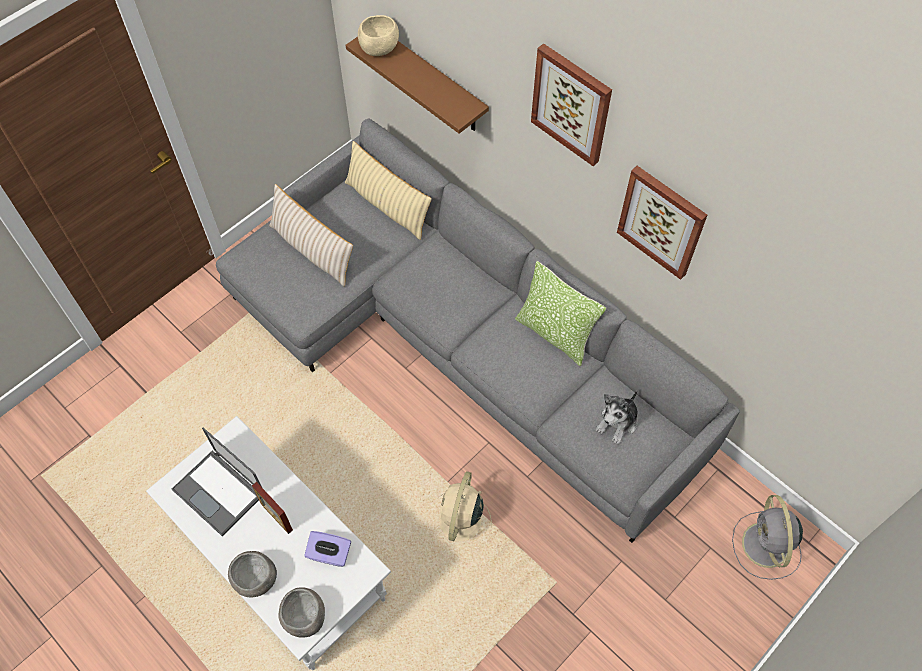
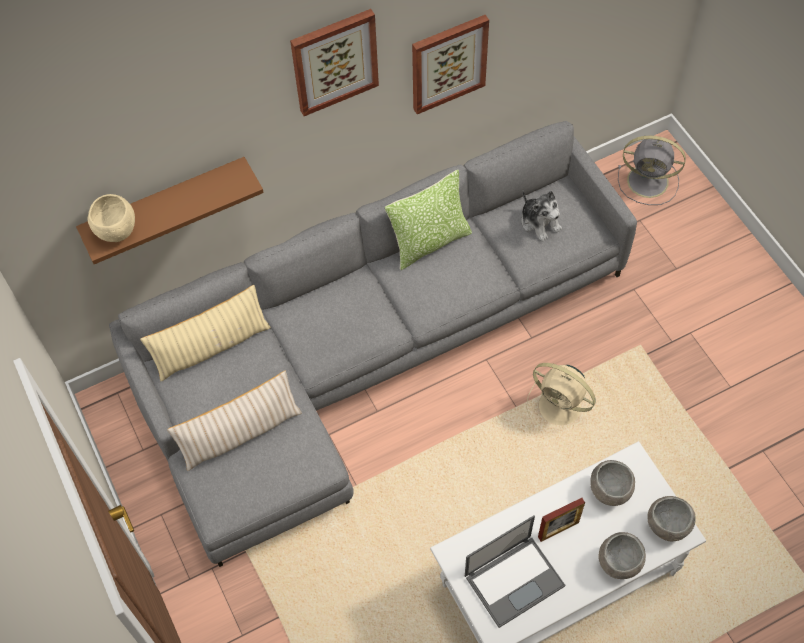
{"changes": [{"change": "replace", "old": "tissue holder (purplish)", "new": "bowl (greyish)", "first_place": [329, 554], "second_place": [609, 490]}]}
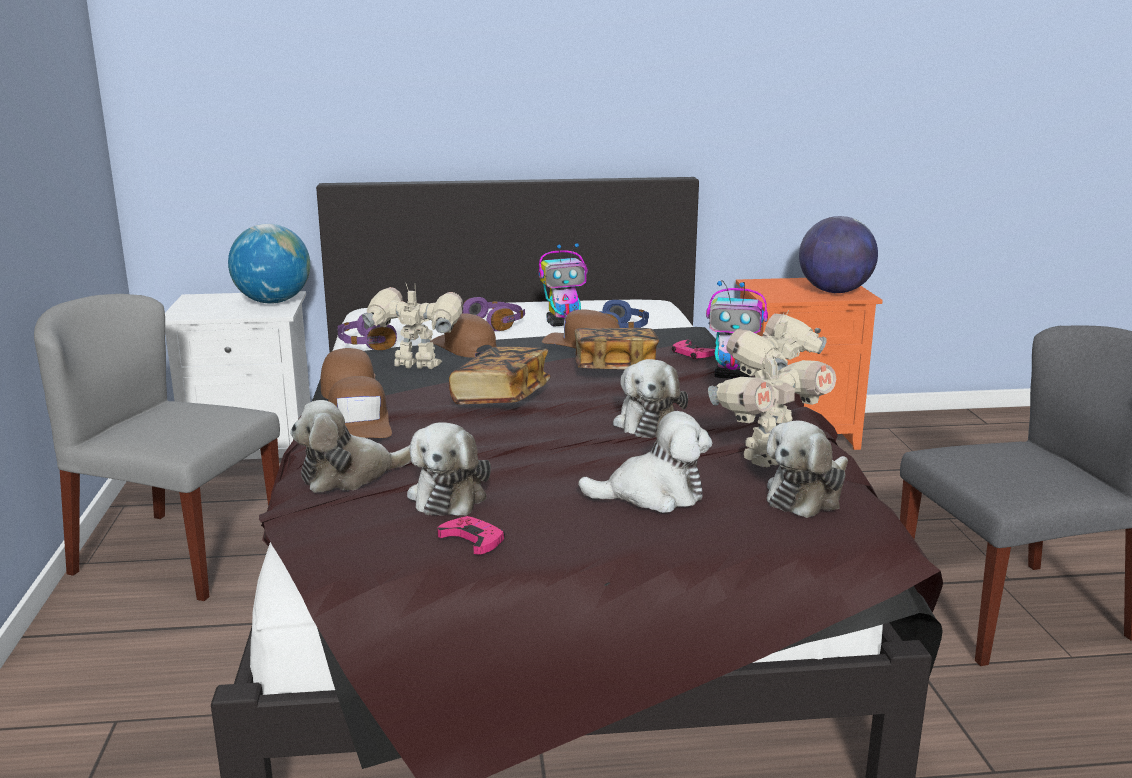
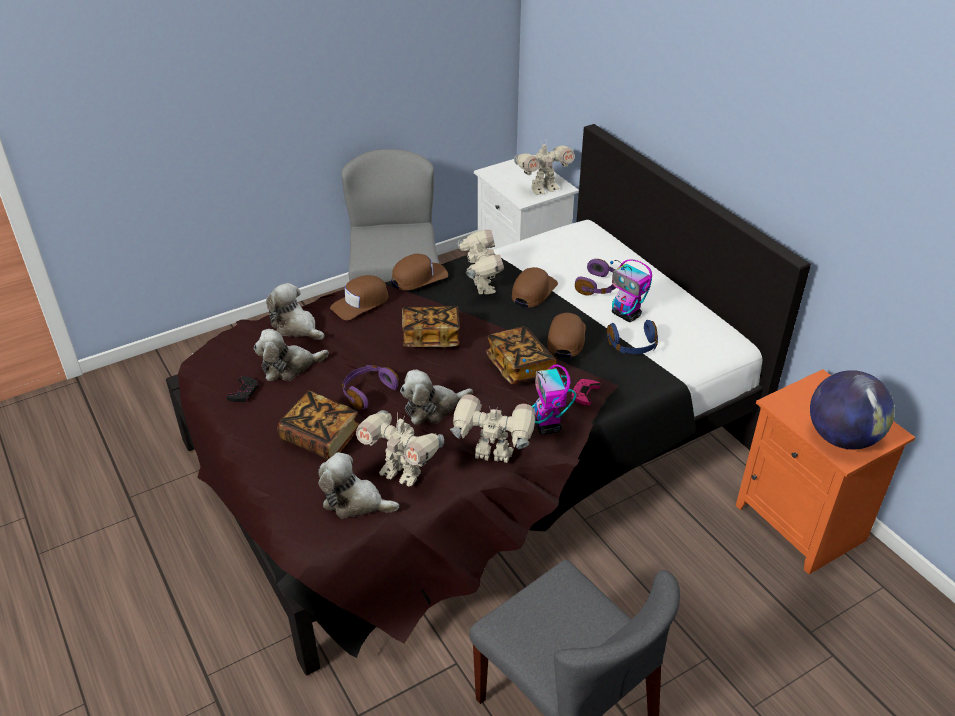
{"changes": [{"change": "move", "old": "headset (purplish)", "first_place": [366, 344], "second_place": [368, 392]}, {"change": "replace", "old": "globe", "new": "model robot", "first_place": [273, 302], "second_place": [543, 189]}, {"change": "replace", "old": "cuddly toy", "new": "book", "first_place": [652, 495], "second_place": [321, 438]}, {"change": "recolor", "old": "game controller (pink)", "new": "game controller (black-coloured)", "first_place": [473, 540], "second_place": [244, 392]}]}
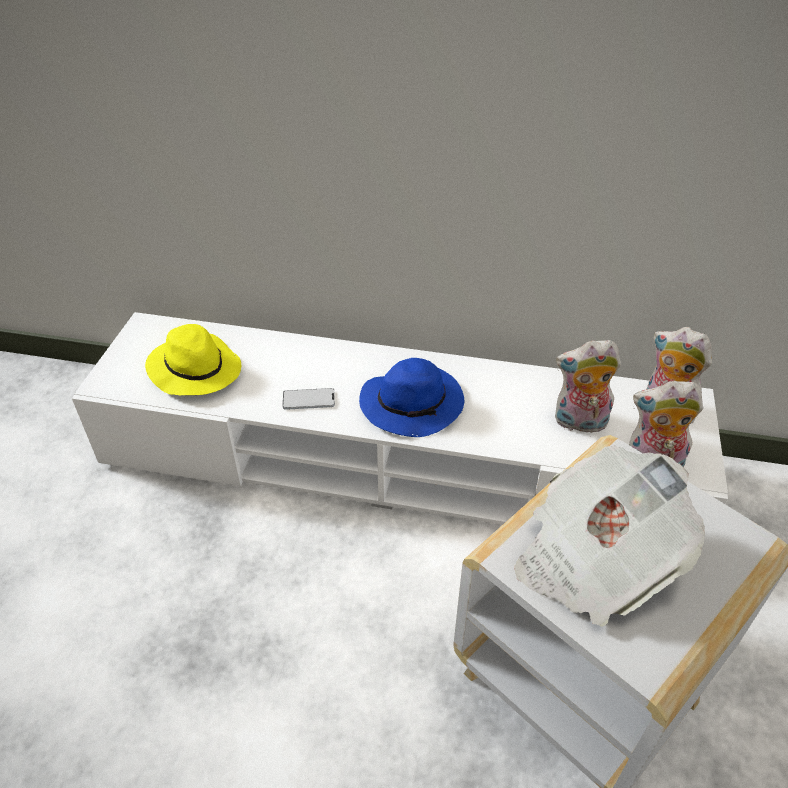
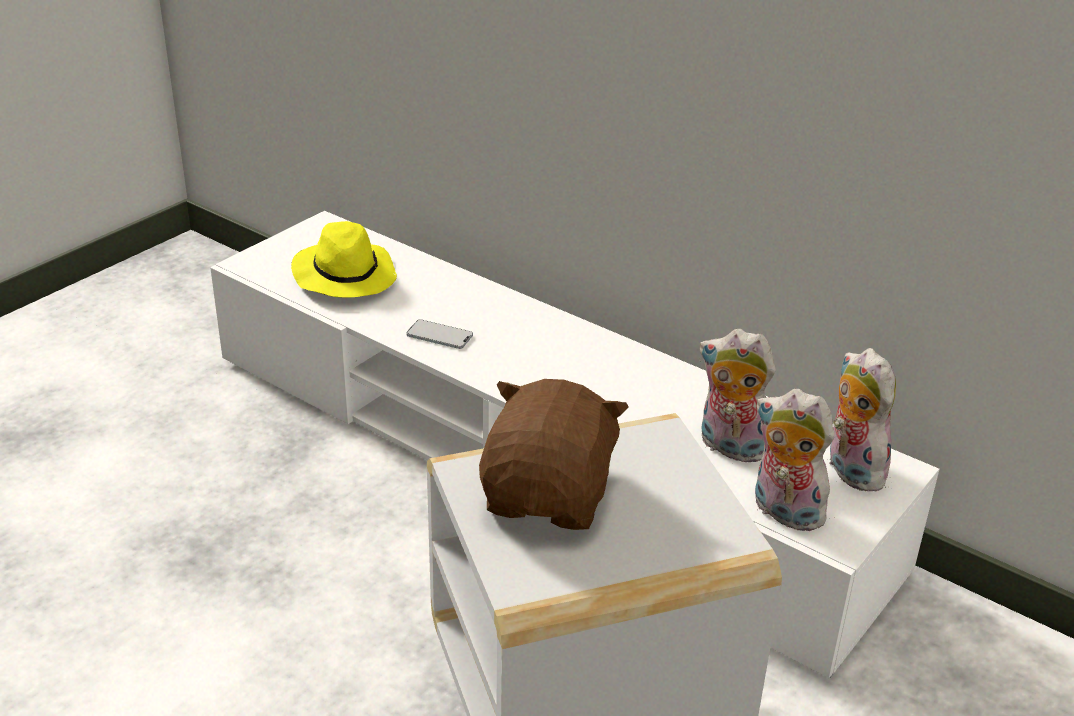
{"changes": [{"change": "delete", "old": "wearable hat (bluish)", "first_place": [413, 404]}, {"change": "replace", "old": "newspaper", "new": "cuddly toy (brown)", "first_place": [594, 558], "second_place": [550, 496]}]}
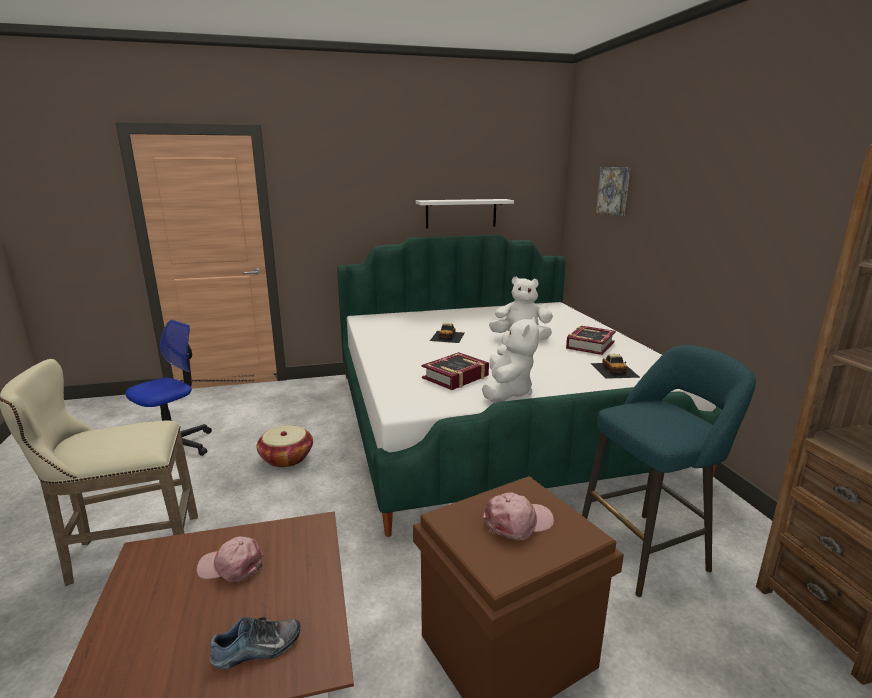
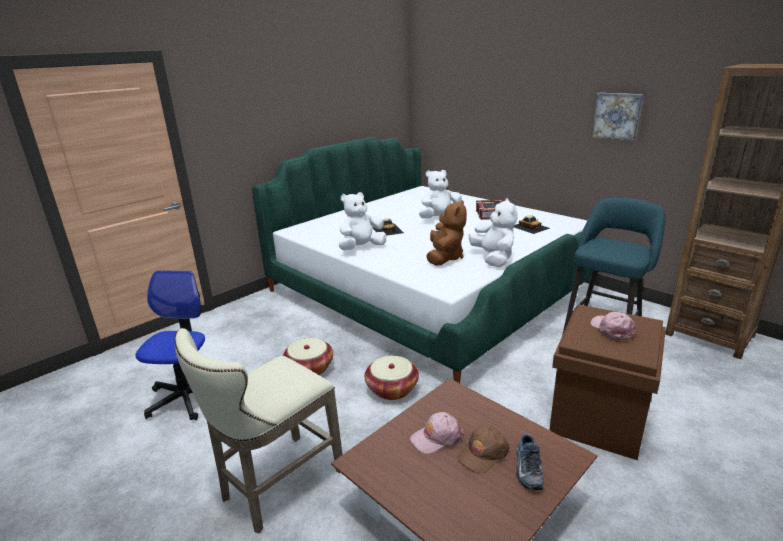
{"changes": [{"change": "delete", "old": "shelf (white-coloured)", "first_place": [461, 213]}, {"change": "insert", "new": "cuddly toy (white-coloured)", "second_place": [361, 248]}, {"change": "insert", "new": "household basket", "second_place": [392, 389]}, {"change": "insert", "new": "cap (brown)", "second_place": [483, 454]}, {"change": "move", "old": "wall picture", "first_place": [614, 191], "second_place": [617, 116]}, {"change": "replace", "old": "book", "new": "cuddly toy (brown)", "first_place": [455, 377], "second_place": [445, 258]}, {"change": "rotate", "old": "shoe", "first_place": [257, 650], "second_place": [527, 469], "degrees": 150}, {"change": "rotate", "old": "cap (pink)", "first_place": [518, 522], "second_place": [612, 329], "degrees": -45}]}
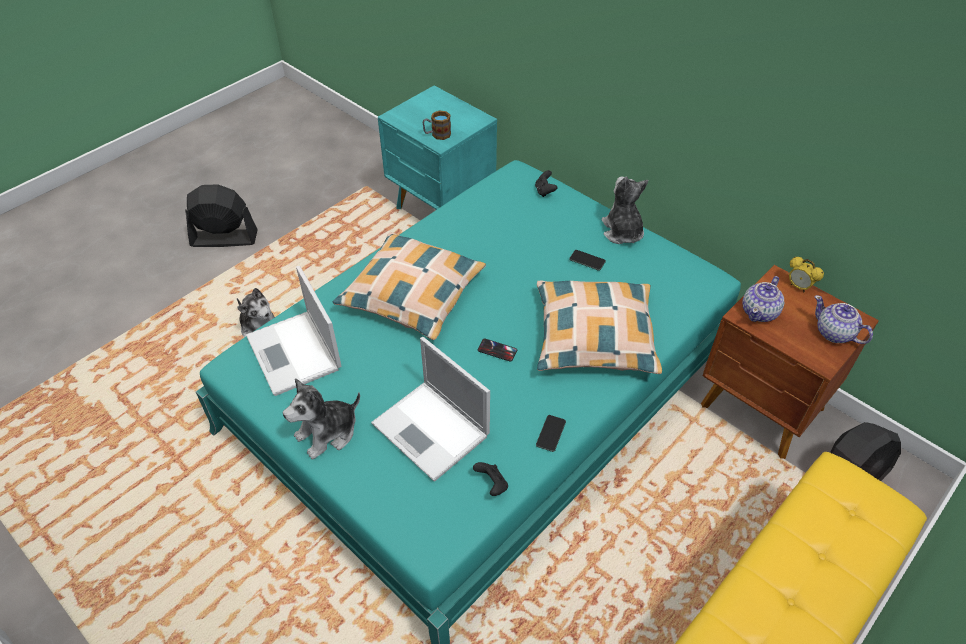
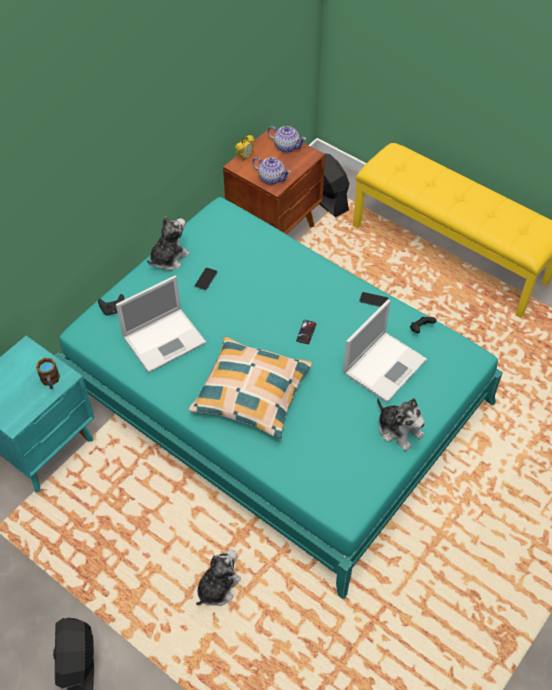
{"changes": [{"change": "delete", "old": "throw pillow", "first_place": [594, 336]}, {"change": "move", "old": "portable computer", "first_place": [295, 354], "second_place": [165, 339]}, {"change": "rotate", "old": "cuddly toy", "first_place": [622, 232], "second_place": [168, 258], "degrees": 150}, {"change": "rotate", "old": "pot for tea", "first_place": [834, 333], "second_place": [286, 146], "degrees": -105}]}
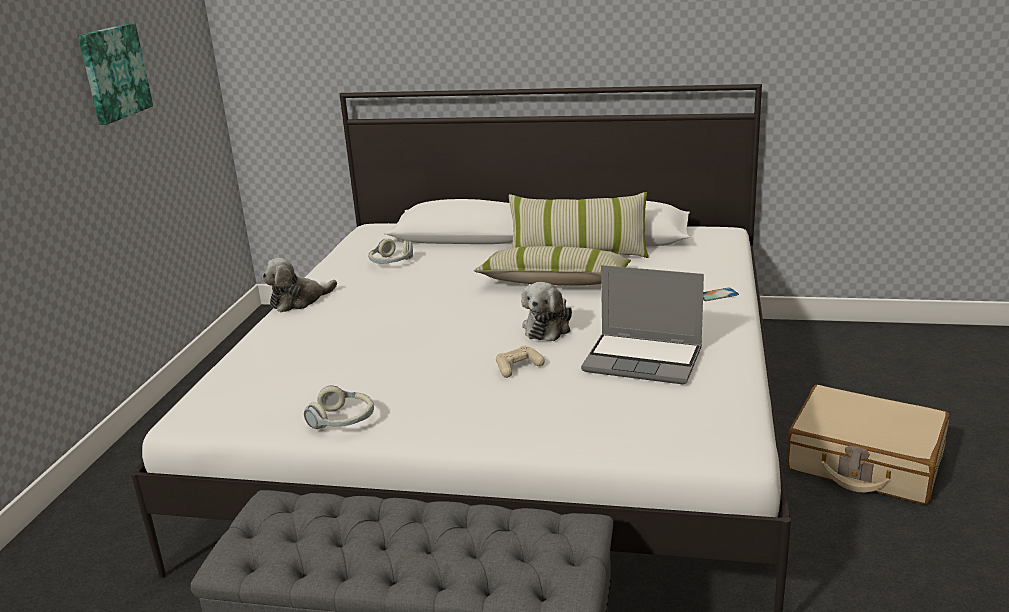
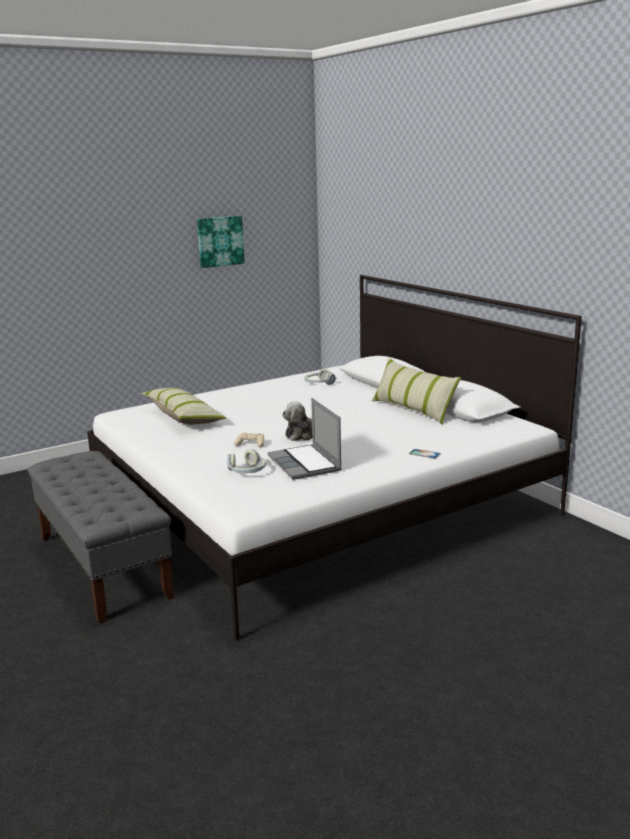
{"changes": [{"change": "delete", "old": "cuddly toy", "first_place": [299, 301]}, {"change": "delete", "old": "suitcase (beige-coloured)", "first_place": [864, 462]}, {"change": "move", "old": "headset", "first_place": [343, 420], "second_place": [247, 471]}, {"change": "move", "old": "throw pillow", "first_place": [554, 282], "second_place": [183, 417]}]}
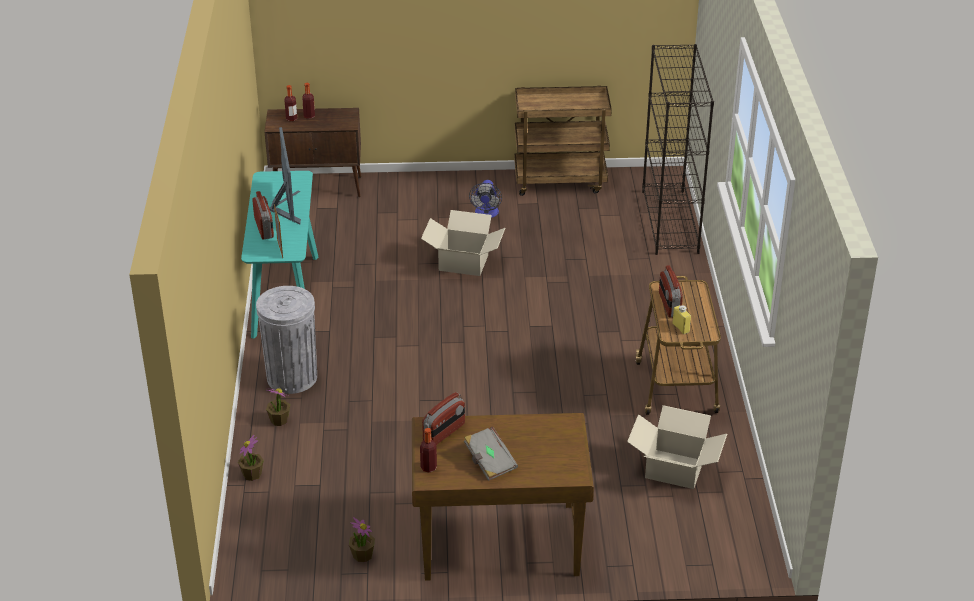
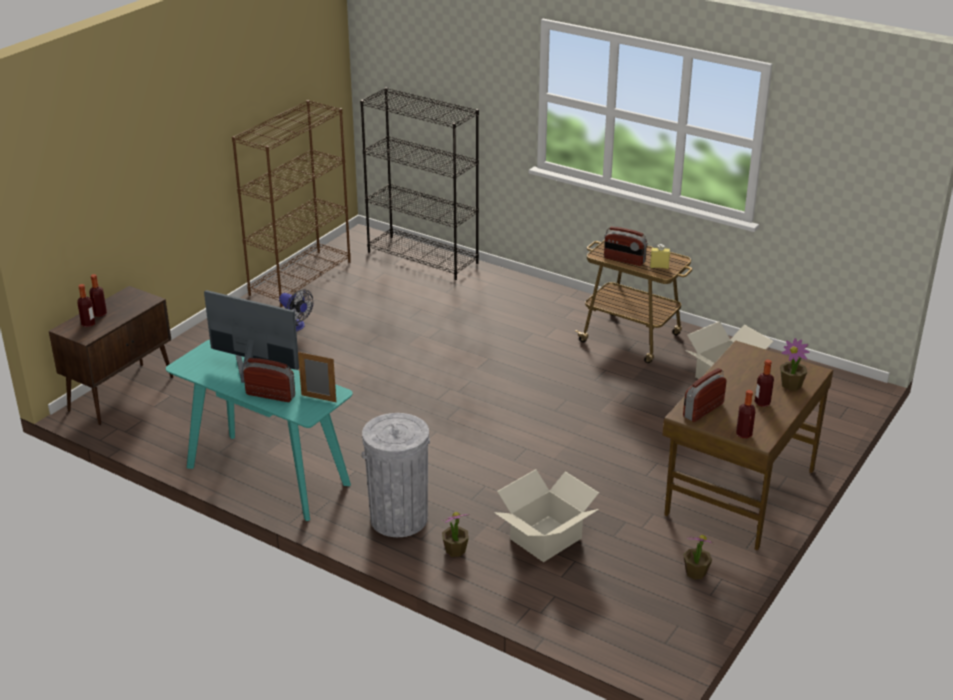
{"changes": [{"change": "move", "old": "houseplant", "first_place": [252, 474], "second_place": [791, 385]}, {"change": "move", "old": "packing box", "first_place": [463, 263], "second_place": [546, 539]}, {"change": "replace", "old": "book (greyish)", "new": "bottle", "first_place": [489, 462], "second_place": [762, 403]}, {"change": "replace", "old": "wheeled cart (brown)", "new": "bookcase (brown)", "first_place": [560, 181], "second_place": [300, 278]}, {"change": "rotate", "old": "radio receiver", "first_place": [444, 433], "second_place": [702, 410], "degrees": -120}]}
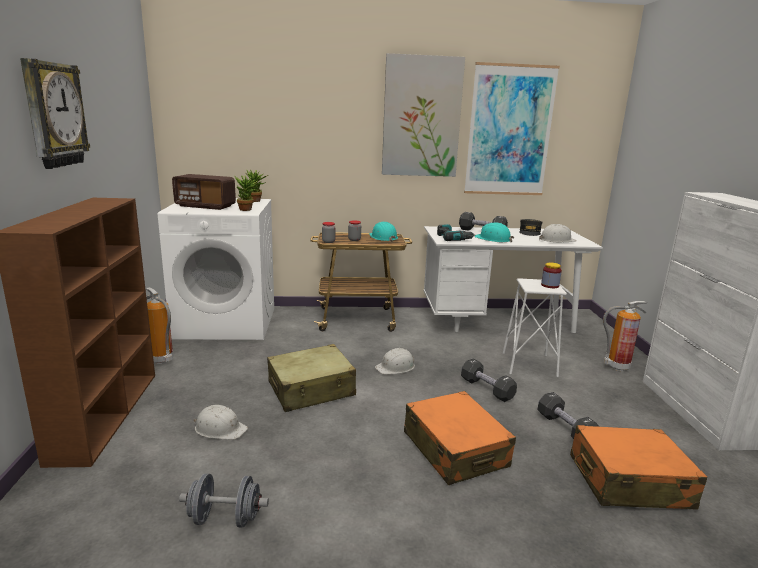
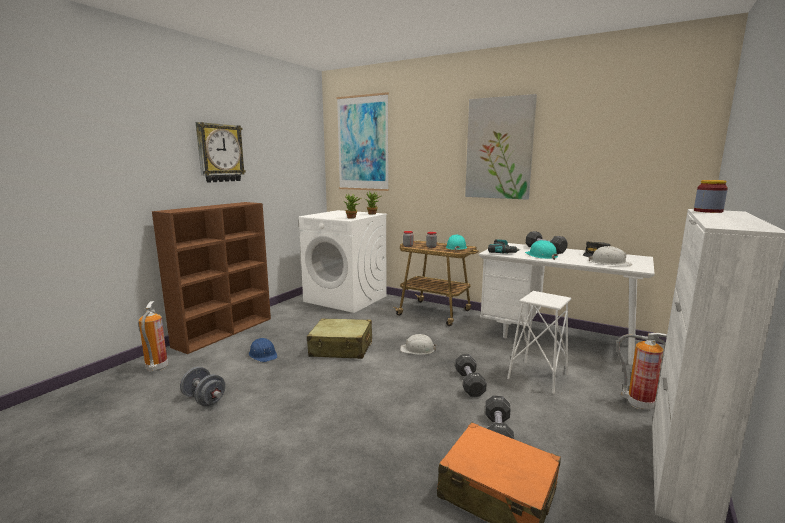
{"changes": [{"change": "delete", "old": "radio receiver", "first_place": [205, 206]}, {"change": "delete", "old": "suitcase (orangey)", "first_place": [455, 449]}, {"change": "move", "old": "extinguisher", "first_place": [162, 360], "second_place": [157, 368]}, {"change": "move", "old": "wall picture", "first_place": [509, 131], "second_place": [363, 143]}, {"change": "move", "old": "storage jar", "first_place": [550, 285], "second_place": [708, 211]}, {"change": "recolor", "old": "hard hat (white-coloured)", "new": "hard hat (bluish)", "first_place": [220, 429], "second_place": [263, 355]}]}
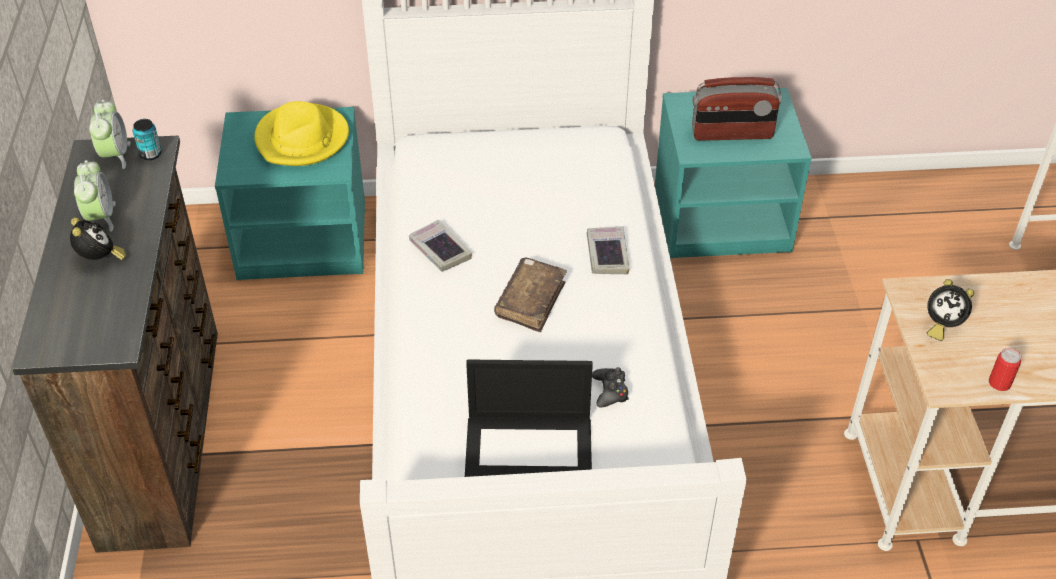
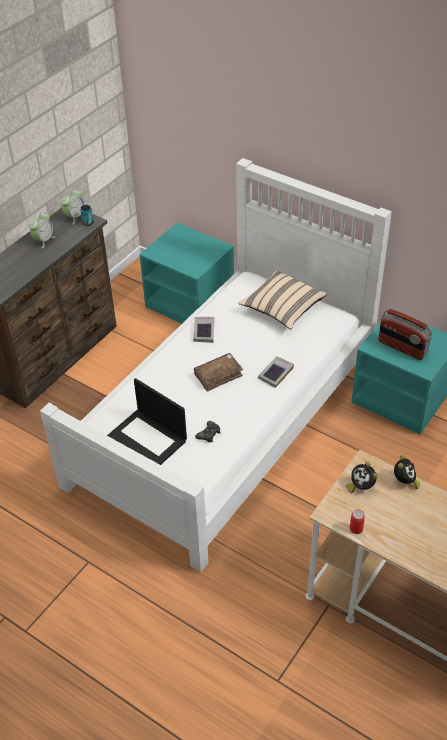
{"changes": [{"change": "delete", "old": "wearable hat (yellowish)", "first_place": [302, 139]}, {"change": "insert", "new": "throw pillow (beige-coloured)", "second_place": [282, 308]}, {"change": "move", "old": "bedside clock", "first_place": [100, 260], "second_place": [404, 482]}]}
